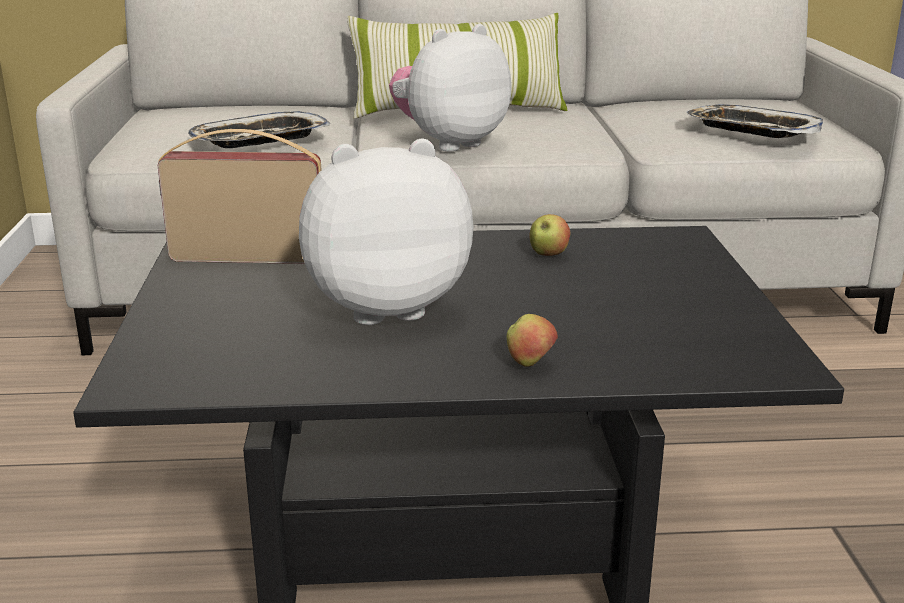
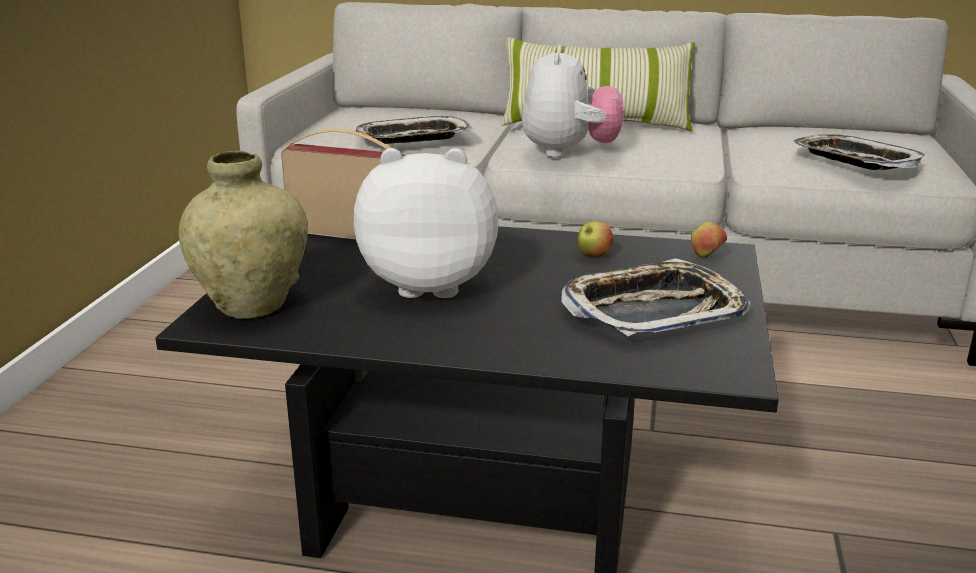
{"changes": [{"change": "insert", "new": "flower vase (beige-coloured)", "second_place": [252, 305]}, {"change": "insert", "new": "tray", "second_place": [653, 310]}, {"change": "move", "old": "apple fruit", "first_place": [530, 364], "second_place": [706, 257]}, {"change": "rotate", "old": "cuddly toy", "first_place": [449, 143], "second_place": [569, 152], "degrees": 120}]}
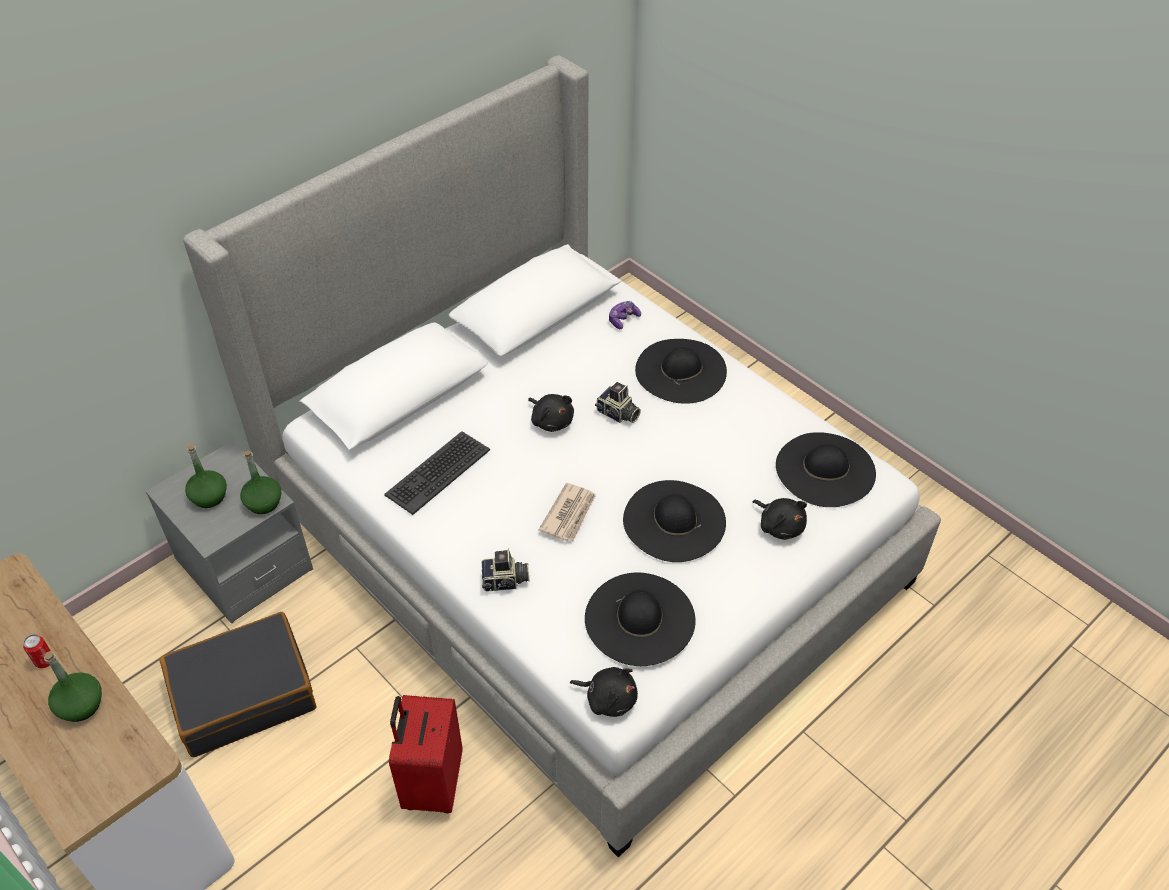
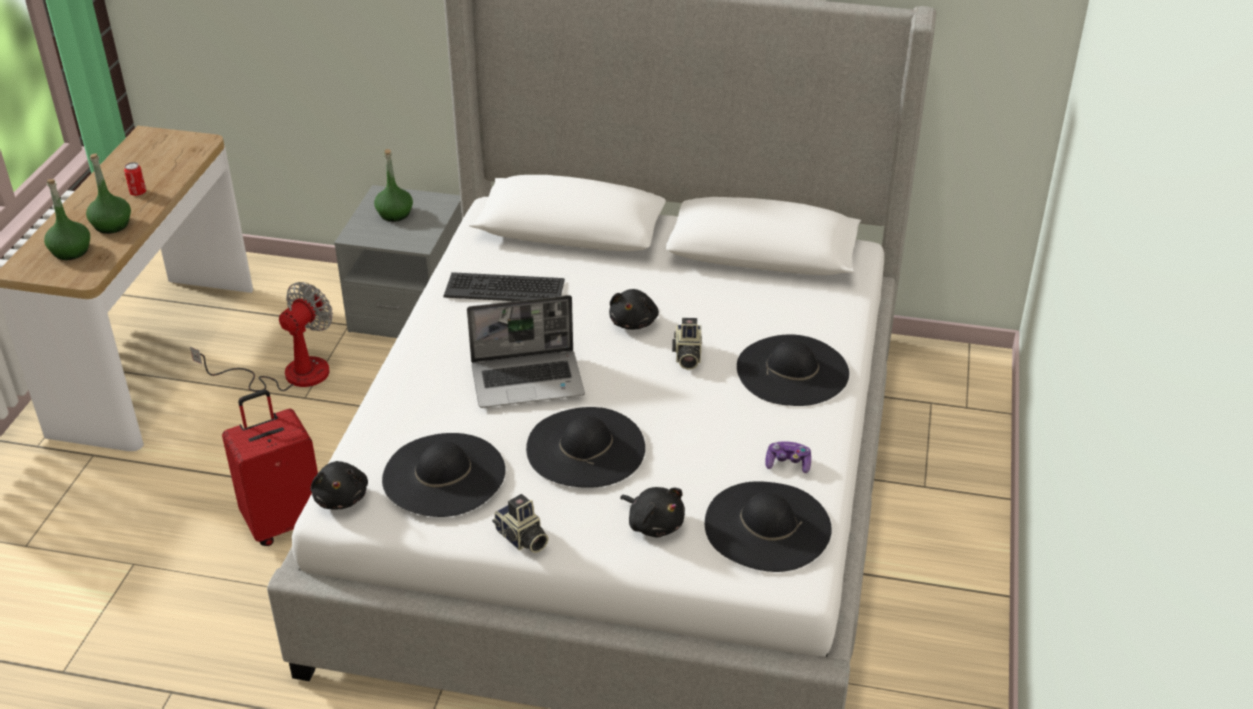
{"changes": [{"change": "move", "old": "bottle (greenish)", "first_place": [263, 503], "second_place": [71, 251]}, {"change": "move", "old": "still camera", "first_place": [506, 581], "second_place": [521, 539]}, {"change": "move", "old": "game controller", "first_place": [623, 319], "second_place": [788, 464]}, {"change": "replace", "old": "suitcase (black-coloured)", "new": "cooling fan", "first_place": [243, 694], "second_place": [289, 374]}, {"change": "replace", "old": "newspaper", "new": "portable computer", "first_place": [569, 514], "second_place": [528, 380]}, {"change": "rotate", "old": "cuddly toy (black-coloured)", "first_place": [780, 525], "second_place": [654, 523], "degrees": -60}]}
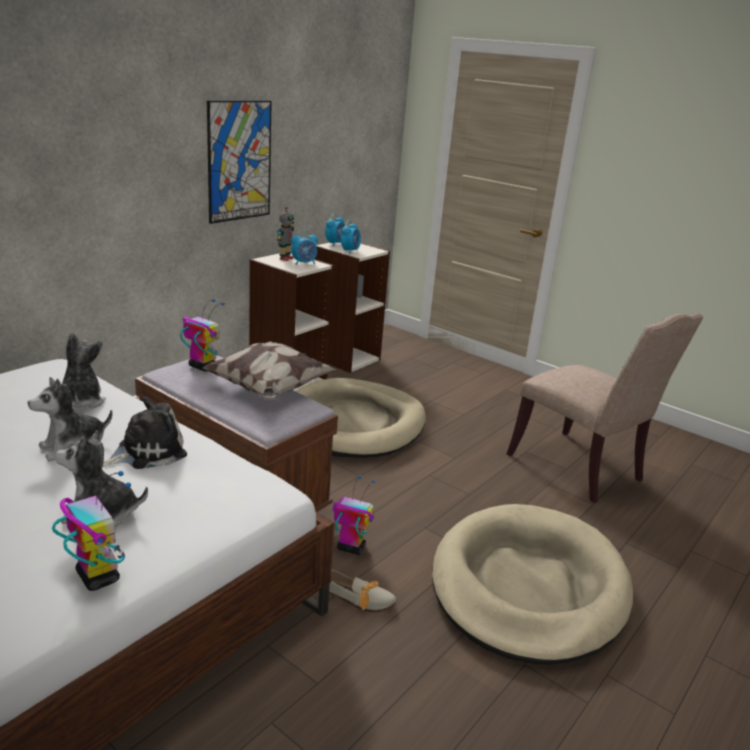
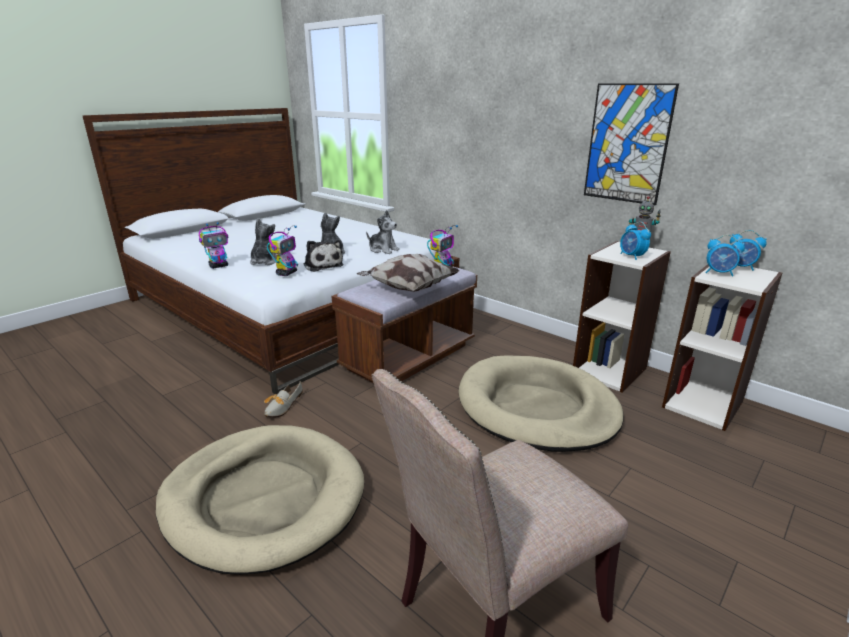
{"changes": [{"change": "move", "old": "model robot", "first_place": [350, 548], "second_place": [287, 273]}, {"change": "rotate", "old": "cuddly toy", "first_place": [81, 401], "second_place": [383, 250], "degrees": 45}]}
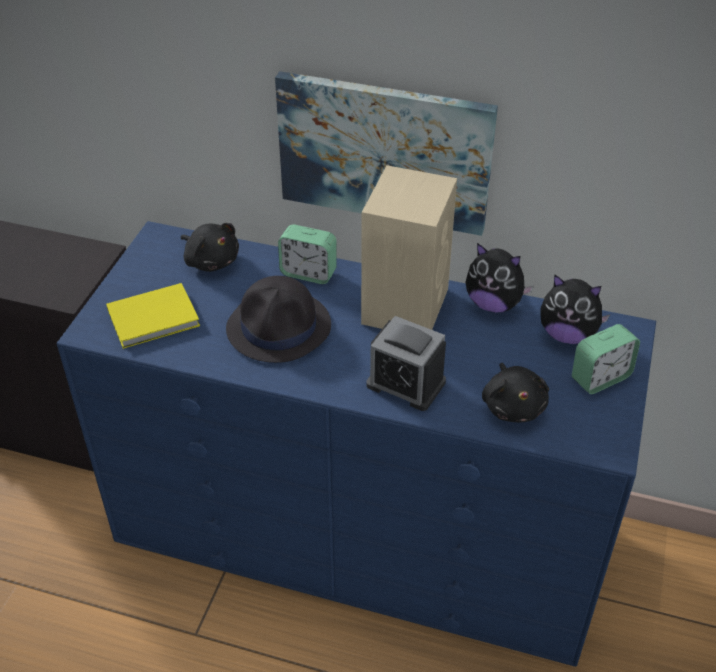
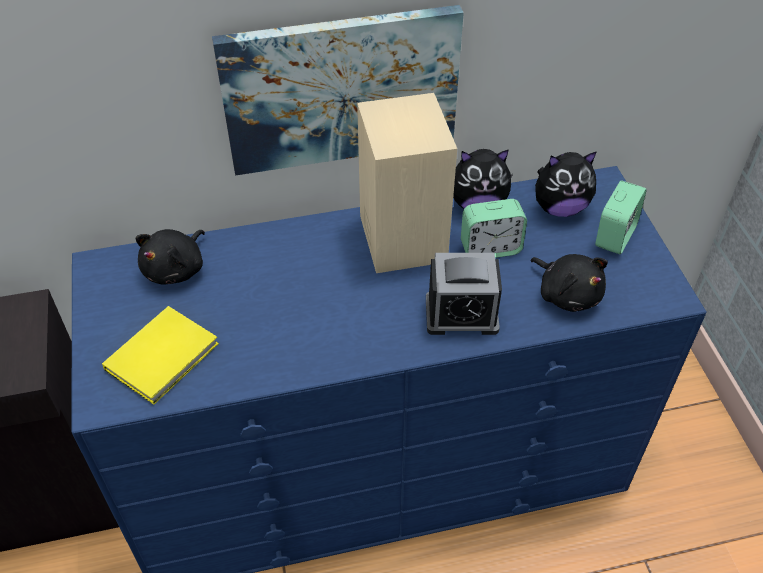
{"changes": [{"change": "delete", "old": "wearable hat (black-coloured)", "first_place": [279, 327]}, {"change": "move", "old": "bedside clock", "first_place": [308, 273], "second_place": [490, 248]}, {"change": "rotate", "old": "cuddly toy (black-coloured)", "first_place": [211, 261], "second_place": [176, 269], "degrees": 105}]}
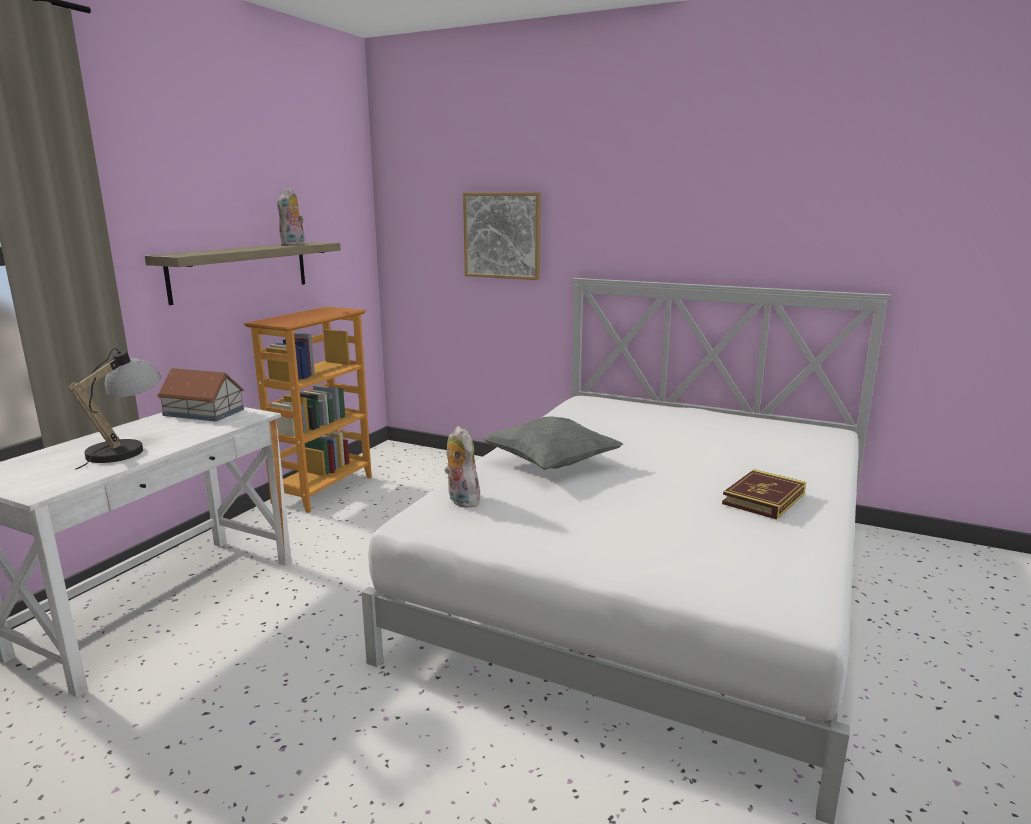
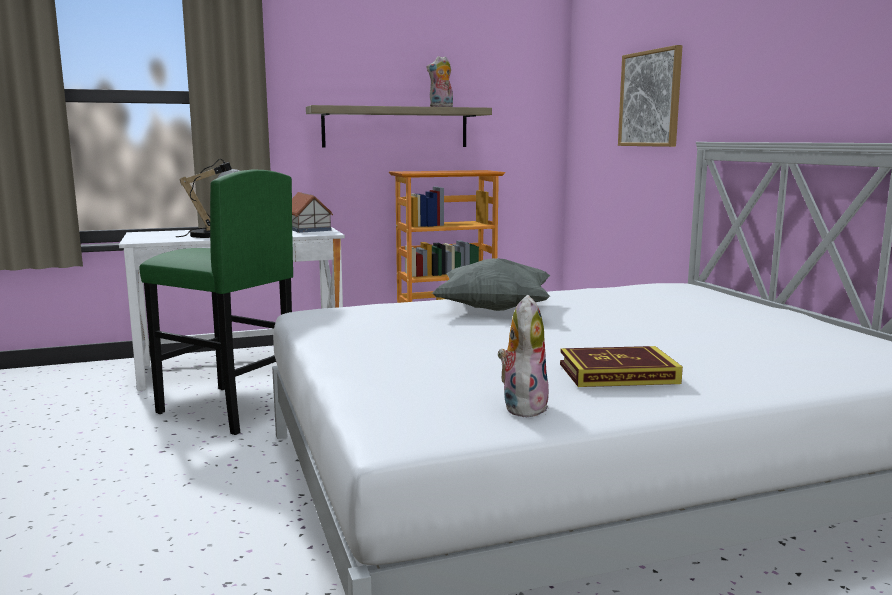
{"changes": [{"change": "insert", "new": "stool (greenish)", "second_place": [227, 410]}, {"change": "move", "old": "cuddly toy", "first_place": [460, 500], "second_place": [522, 406]}]}
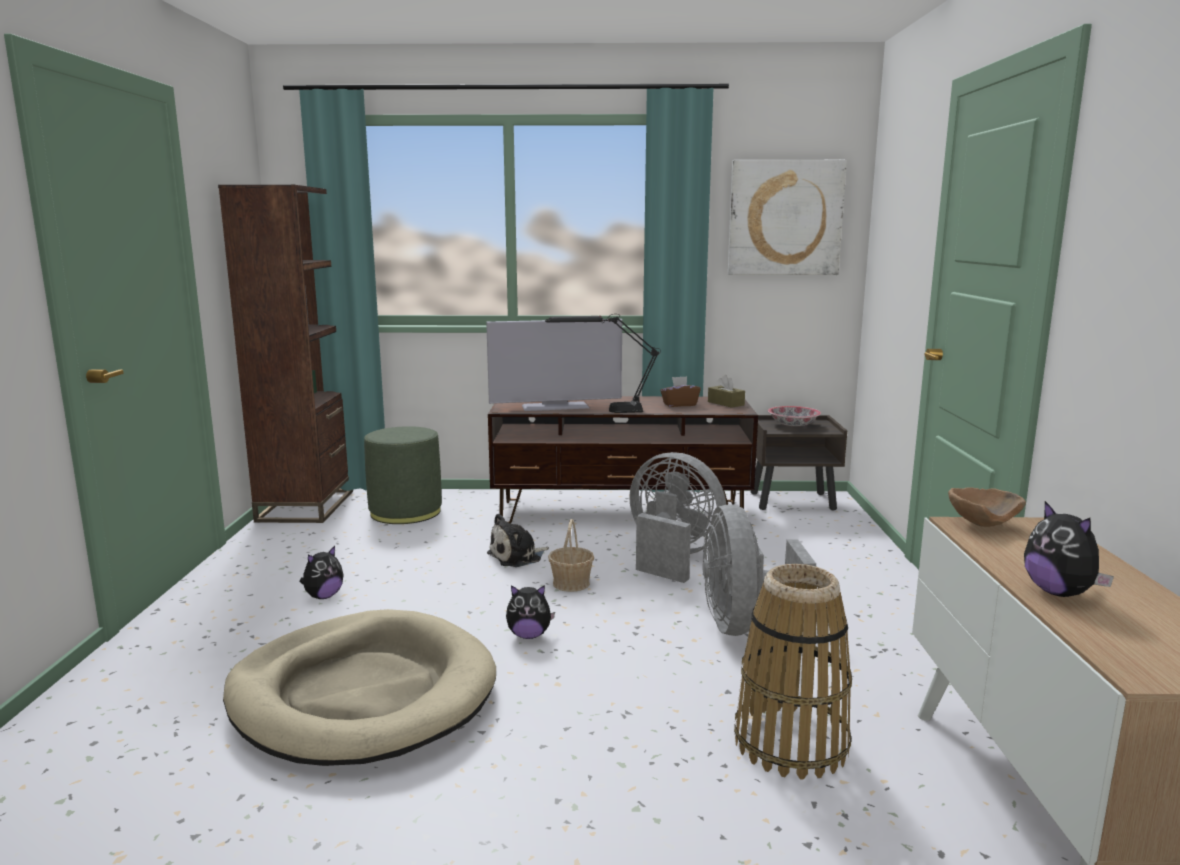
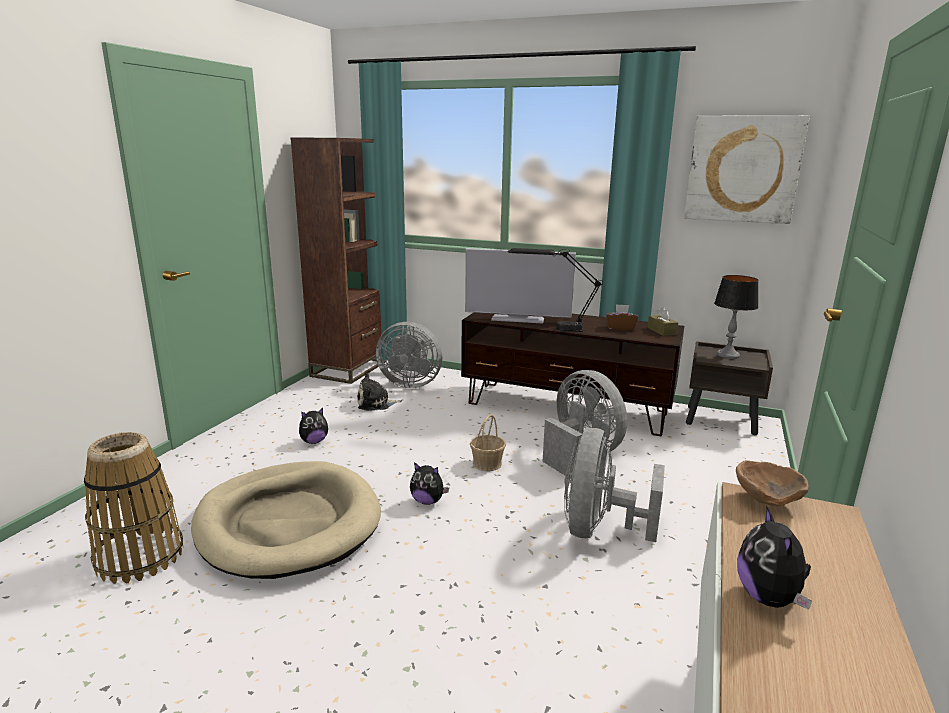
{"changes": [{"change": "move", "old": "cuddly toy", "first_place": [517, 557], "second_place": [376, 404]}, {"change": "move", "old": "household basket", "first_place": [791, 743], "second_place": [140, 557]}, {"change": "replace", "old": "ottoman (greenish)", "new": "cooling fan (greyish)", "first_place": [406, 512], "second_place": [410, 383]}, {"change": "replace", "old": "bowl", "new": "lamp for a table", "first_place": [792, 425], "second_place": [727, 355]}]}
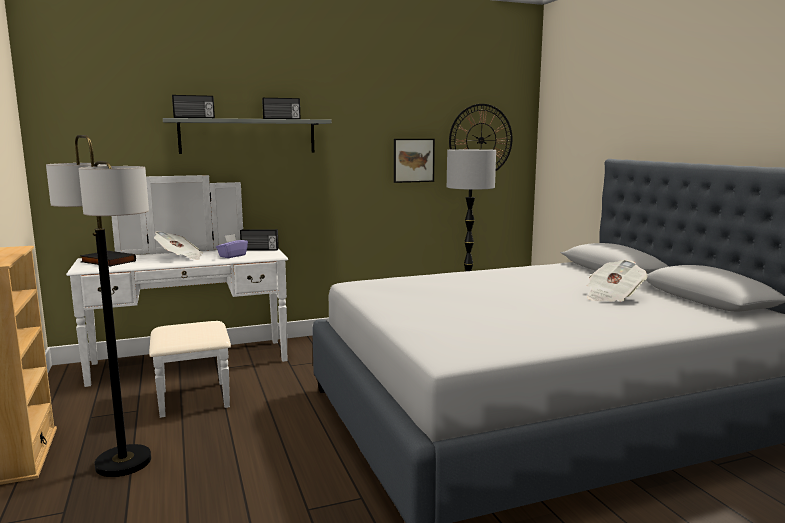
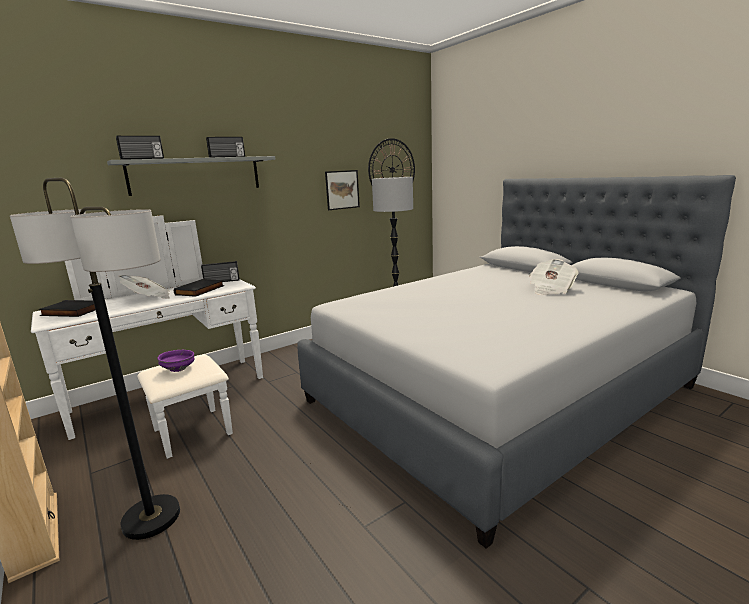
{"changes": [{"change": "insert", "new": "bowl (purplish)", "second_place": [179, 369]}, {"change": "replace", "old": "tissue holder (purplish)", "new": "book (black-coloured)", "first_place": [232, 256], "second_place": [200, 290]}]}
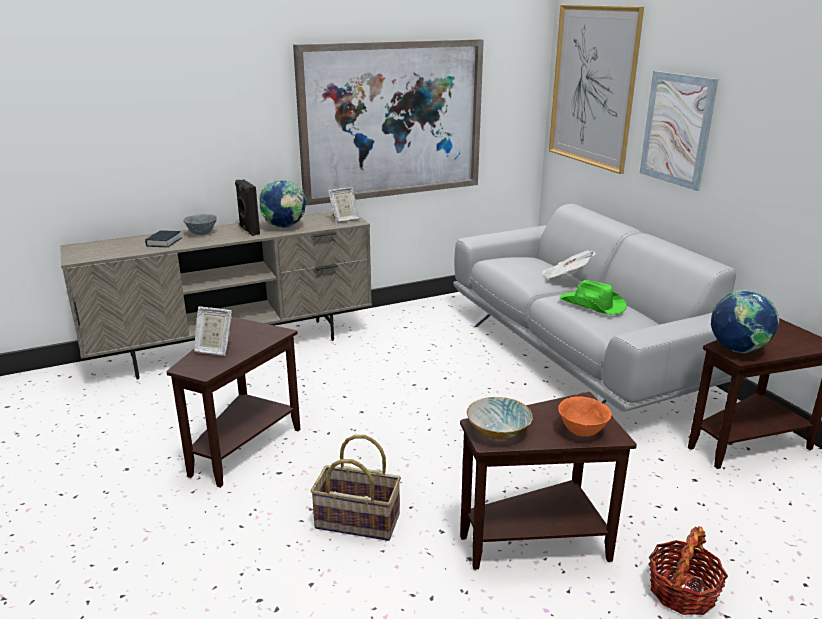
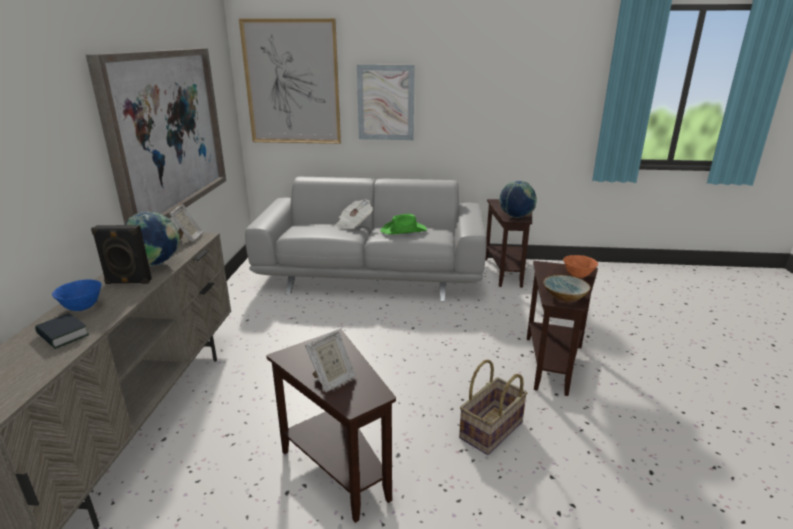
{"changes": [{"change": "delete", "old": "household basket", "first_place": [682, 592]}, {"change": "recolor", "old": "bowl (greyish)", "new": "bowl (bluish)", "first_place": [202, 234], "second_place": [82, 307]}]}
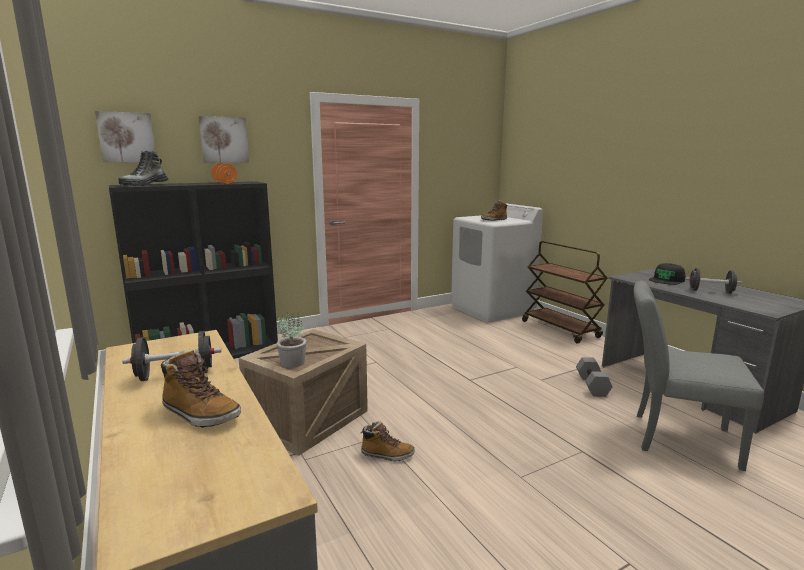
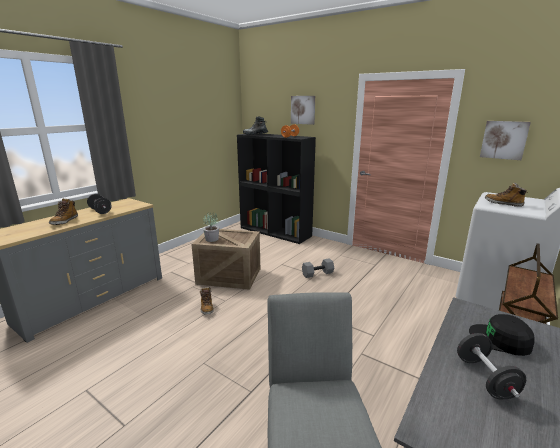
{"changes": [{"change": "move", "old": "wall picture", "first_place": [126, 137], "second_place": [504, 140]}, {"change": "move", "old": "free weight (greyish)", "first_place": [593, 385], "second_place": [317, 274]}]}
